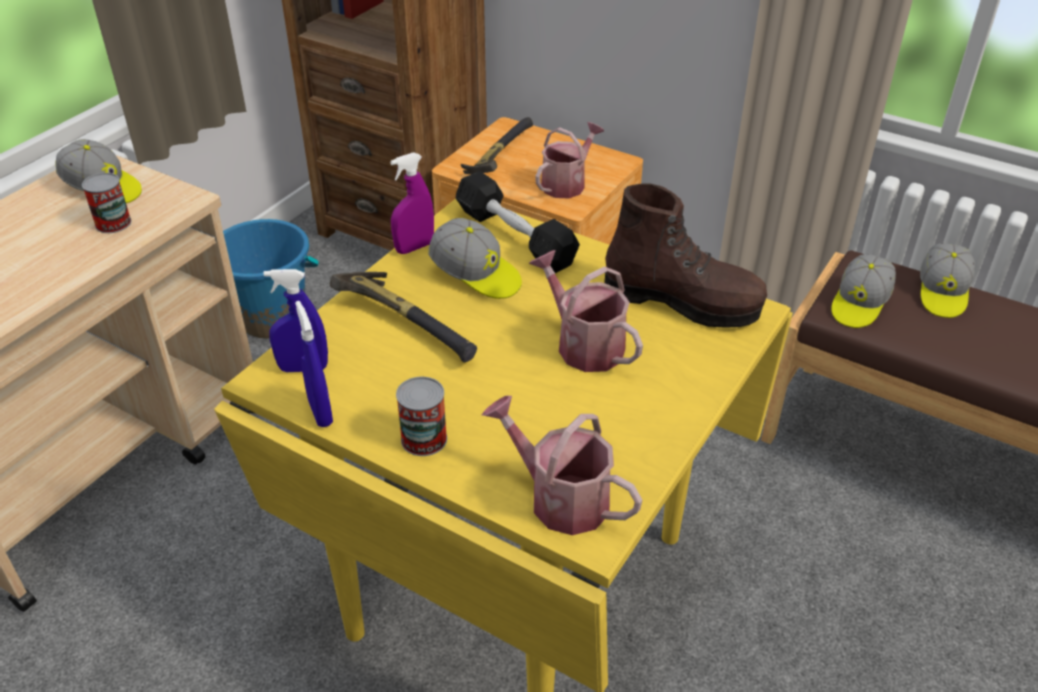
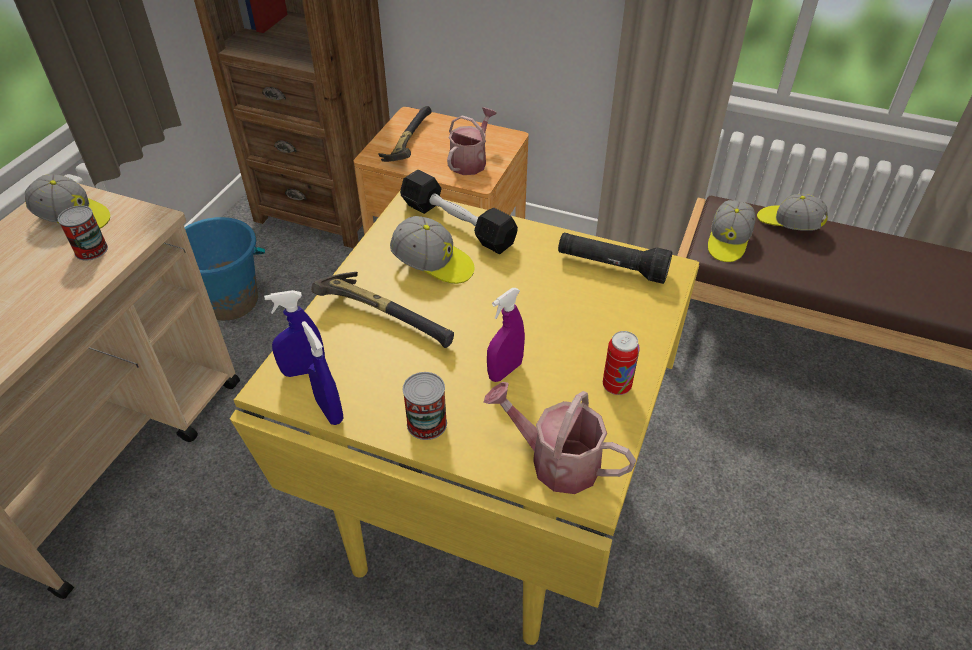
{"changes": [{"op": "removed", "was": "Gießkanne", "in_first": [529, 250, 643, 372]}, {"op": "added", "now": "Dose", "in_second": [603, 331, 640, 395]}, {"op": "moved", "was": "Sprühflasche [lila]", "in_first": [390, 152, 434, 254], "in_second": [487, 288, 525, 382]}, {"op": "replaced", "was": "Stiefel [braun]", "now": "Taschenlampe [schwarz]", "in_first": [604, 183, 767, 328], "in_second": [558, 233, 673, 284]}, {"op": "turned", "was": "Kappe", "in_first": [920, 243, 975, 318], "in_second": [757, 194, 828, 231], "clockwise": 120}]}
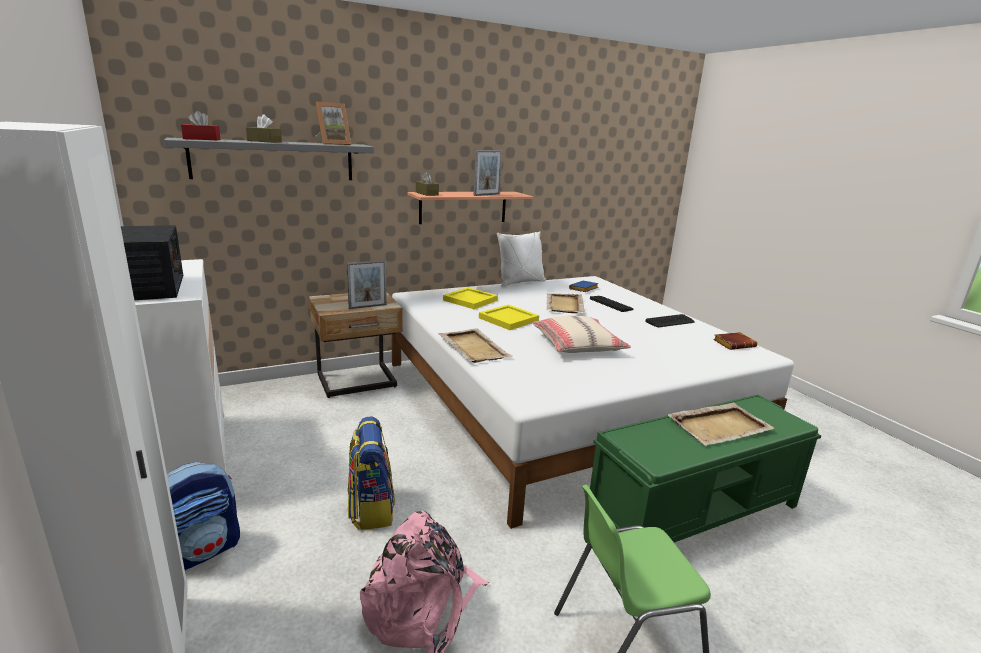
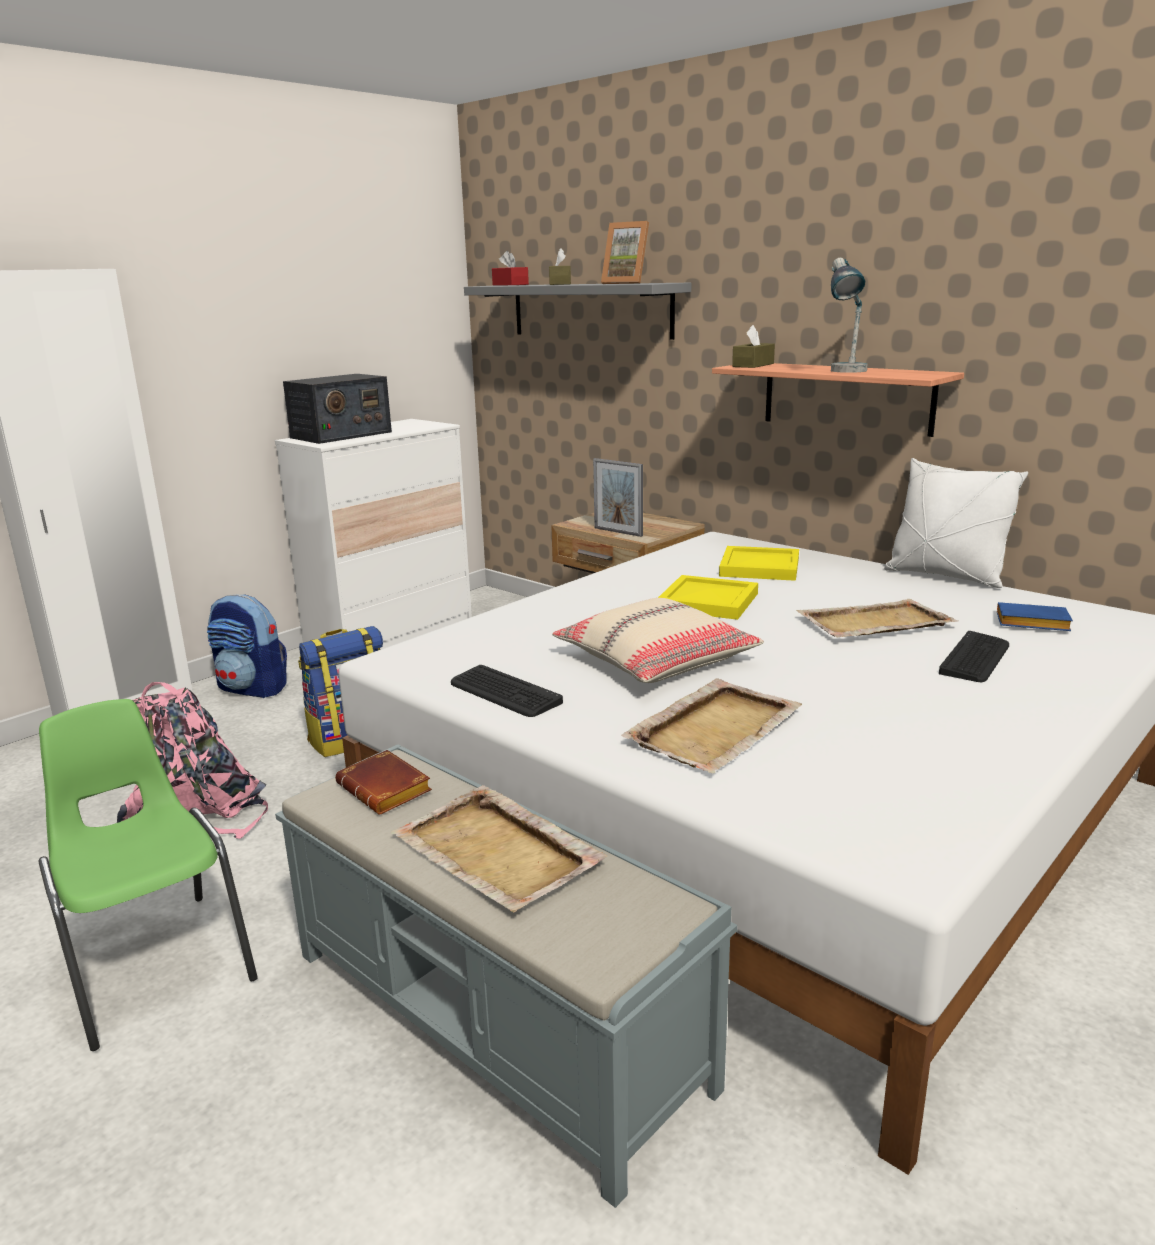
{"changes": [{"op": "moved", "was": "Tablett [beige]", "in_first": [438, 328, 512, 363], "in_second": [621, 679, 803, 773]}, {"op": "moved", "was": "Tastatur", "in_first": [645, 314, 695, 327], "in_second": [451, 665, 563, 717]}, {"op": "moved", "was": "Buch [braun]", "in_first": [713, 332, 757, 350], "in_second": [335, 750, 432, 815]}, {"op": "replaced", "was": "Bilderrahmen", "now": "Tischlampe", "in_first": [474, 150, 502, 196], "in_second": [831, 258, 868, 373]}, {"op": "recoloured", "was": "Bank [grün]", "now": "Bank [grau]", "in_first": [590, 394, 822, 543], "in_second": [275, 744, 737, 1208]}]}
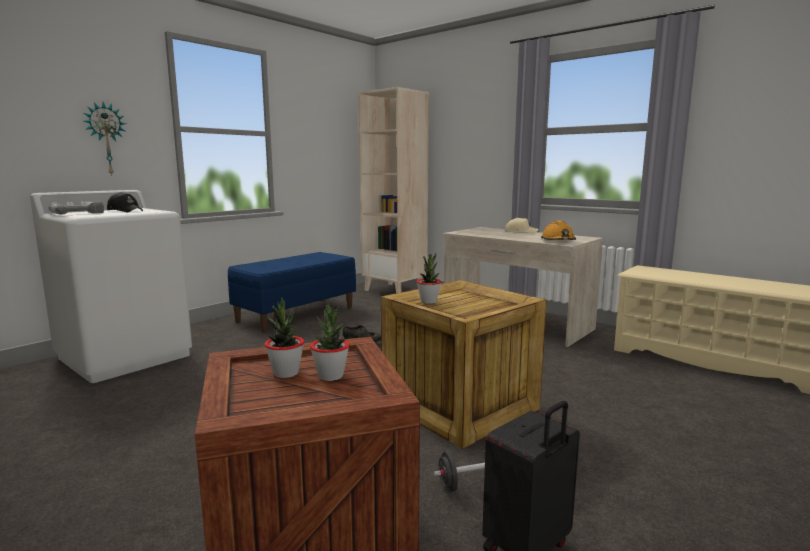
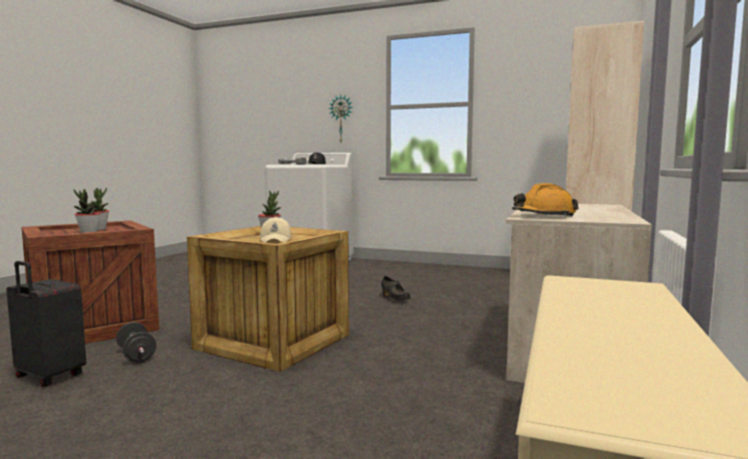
{"changes": [{"op": "removed", "was": "Bank [blau]", "in_first": [228, 252, 356, 332]}, {"op": "moved", "was": "Kappe [beige]", "in_first": [504, 218, 539, 233], "in_second": [260, 217, 292, 243]}]}
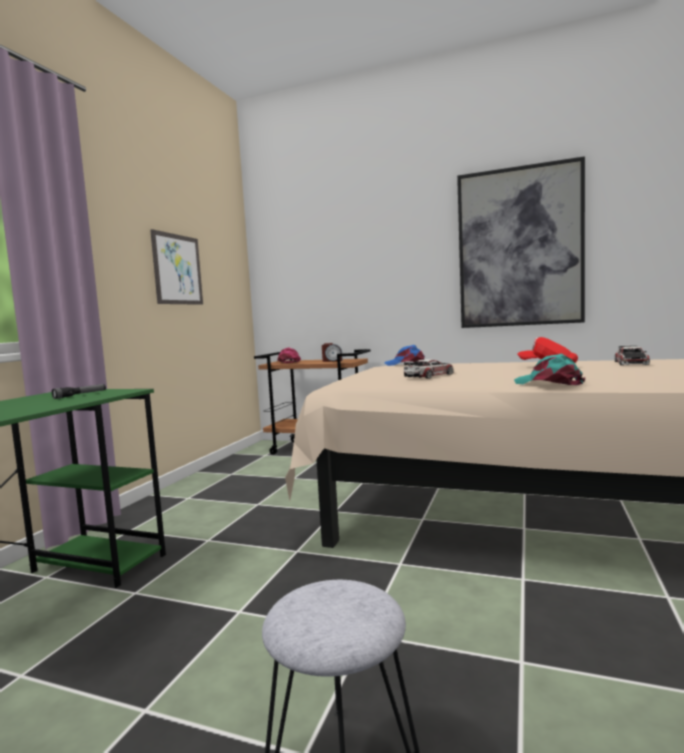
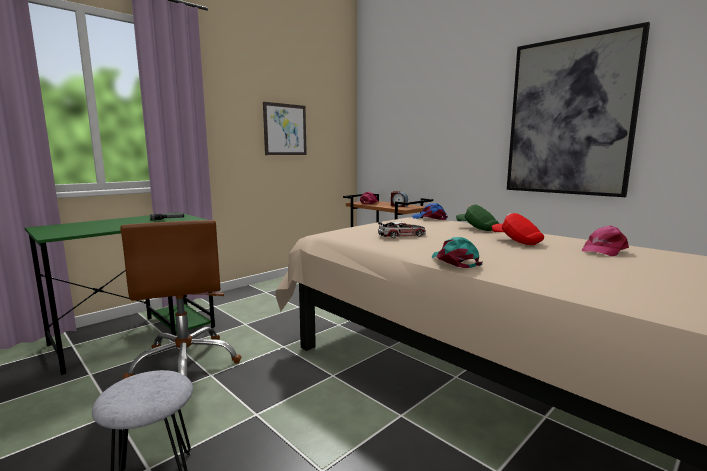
{"changes": [{"op": "added", "now": "Bürostuhl [braun]", "in_second": [120, 220, 241, 379]}, {"op": "added", "now": "Kappe [grün]", "in_second": [456, 205, 499, 231]}, {"op": "replaced", "was": "Spielzeugauto", "now": "Kappe [rosa]", "in_first": [615, 346, 650, 365], "in_second": [582, 225, 629, 257]}]}
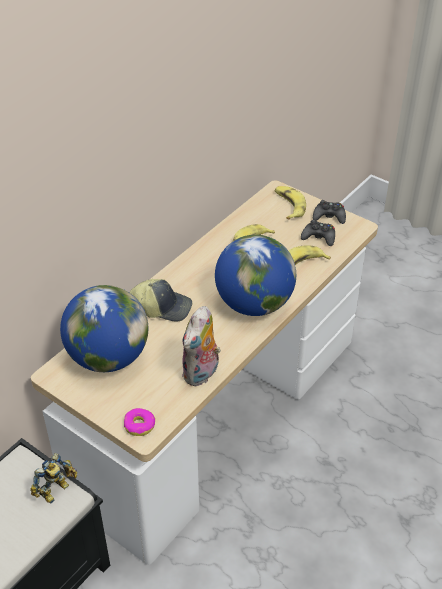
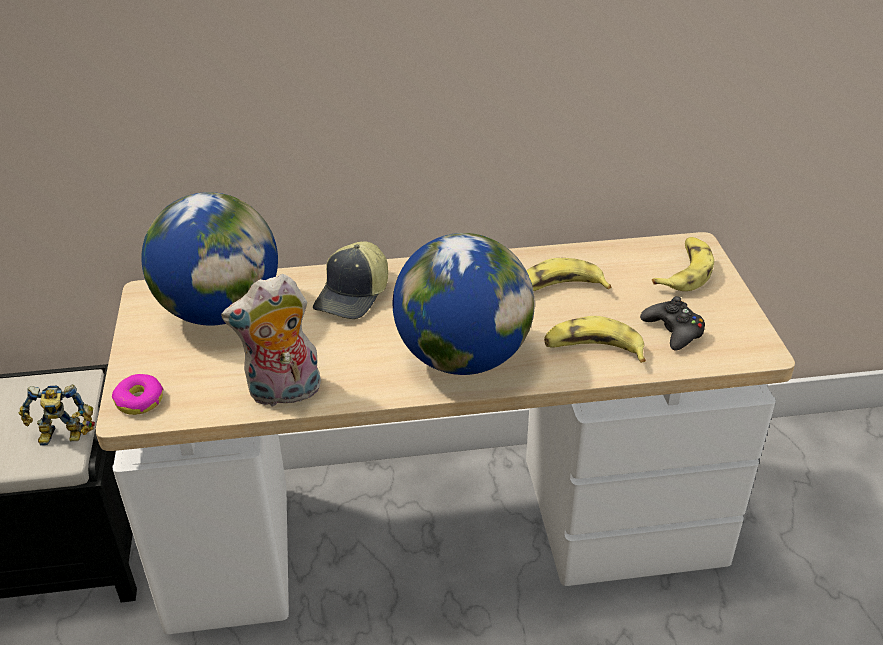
{"changes": [{"op": "removed", "was": "Gamepad [schwarz]", "in_first": [313, 200, 346, 224]}, {"op": "turned", "was": "Kappe", "in_first": [130, 279, 192, 322], "in_second": [313, 241, 388, 319], "clockwise": 60}]}
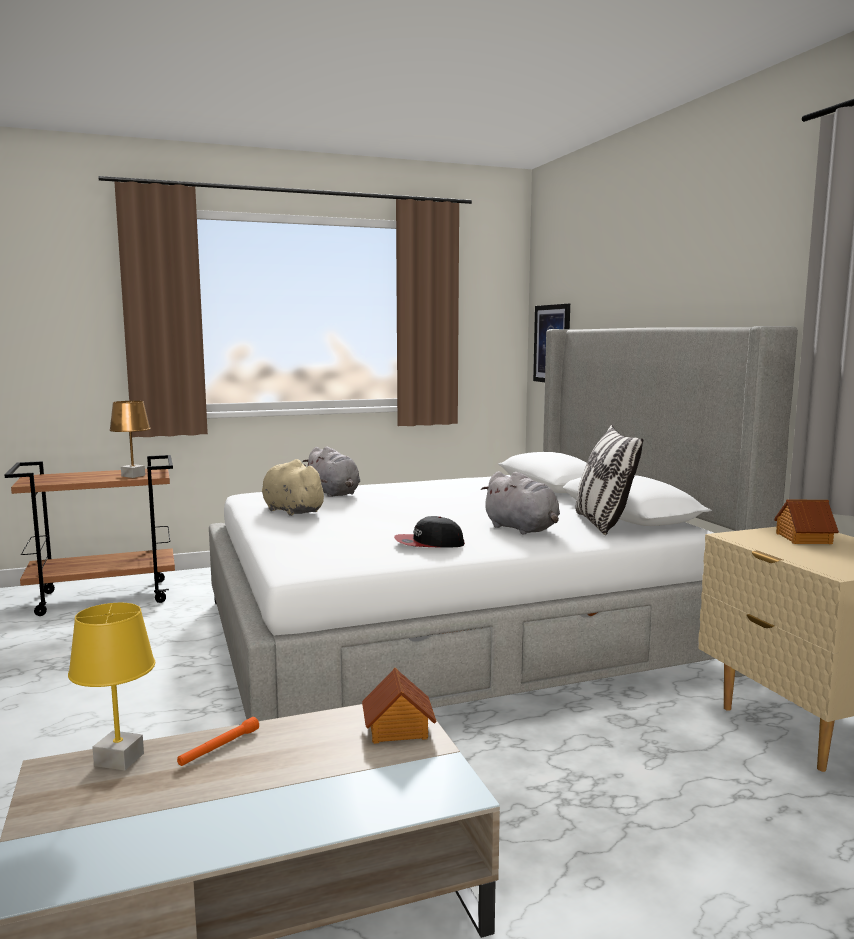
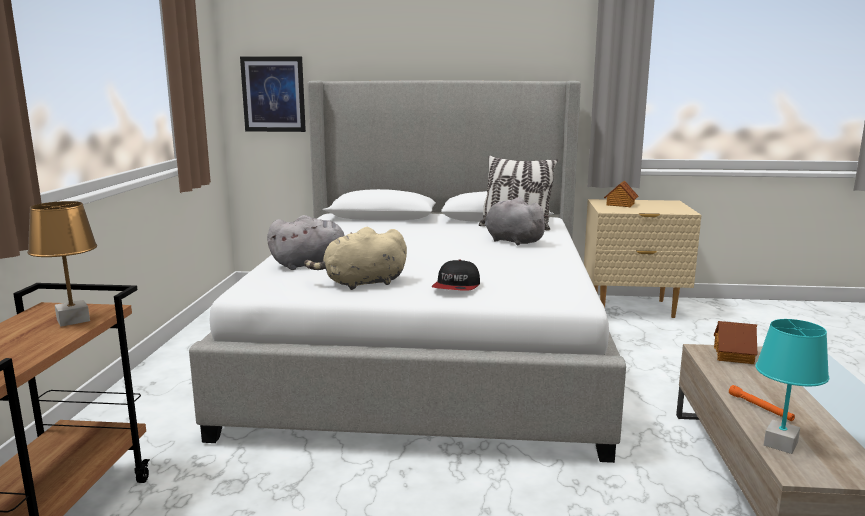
{"changes": [{"op": "moved", "was": "Kappe", "in_first": [394, 516, 465, 548], "in_second": [432, 260, 480, 291]}, {"op": "recoloured", "was": "Tischlampe [gelb]", "now": "Tischlampe [türkis]", "in_first": [68, 603, 155, 771], "in_second": [755, 319, 829, 454]}, {"op": "turned", "was": "Plüschtier [grau]", "in_first": [481, 471, 560, 535], "in_second": [485, 197, 549, 245], "clockwise": -120}]}
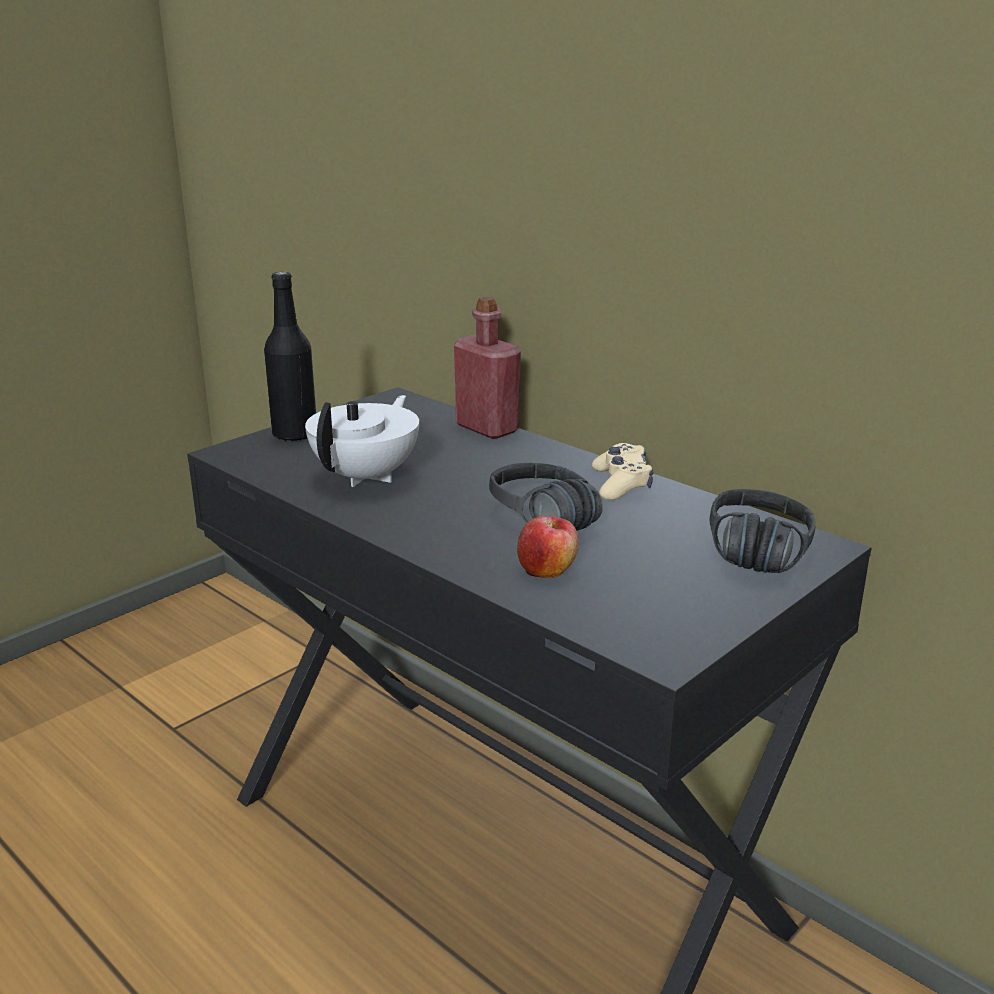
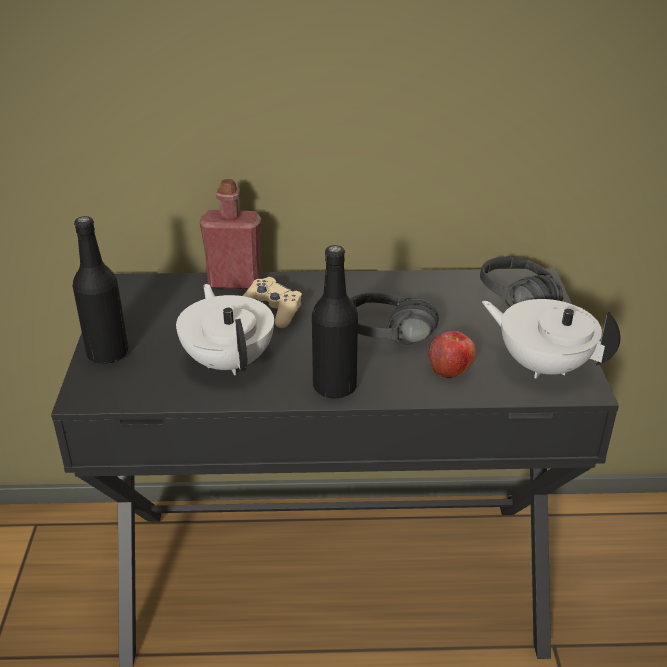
{"changes": [{"op": "added", "now": "Flasche [schwarz]", "in_second": [312, 245, 358, 399]}, {"op": "added", "now": "Teekanne [weiß]", "in_second": [482, 299, 620, 378]}, {"op": "moved", "was": "Gamepad [beige]", "in_first": [592, 443, 654, 500], "in_second": [243, 277, 303, 328]}]}
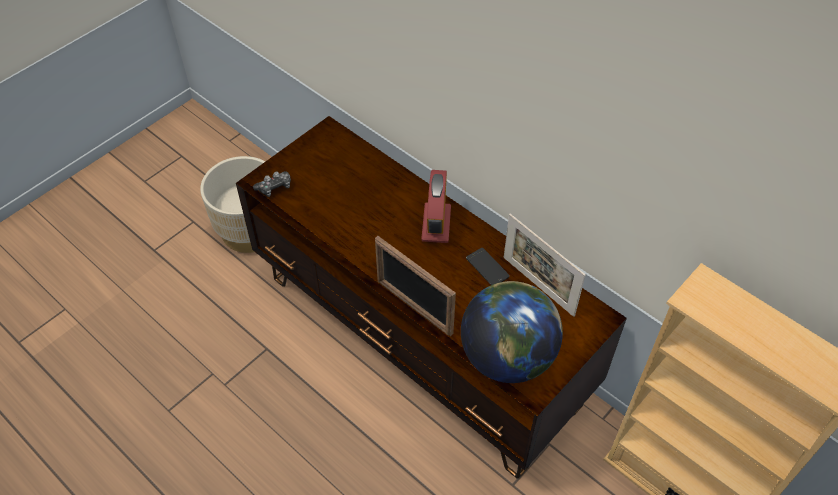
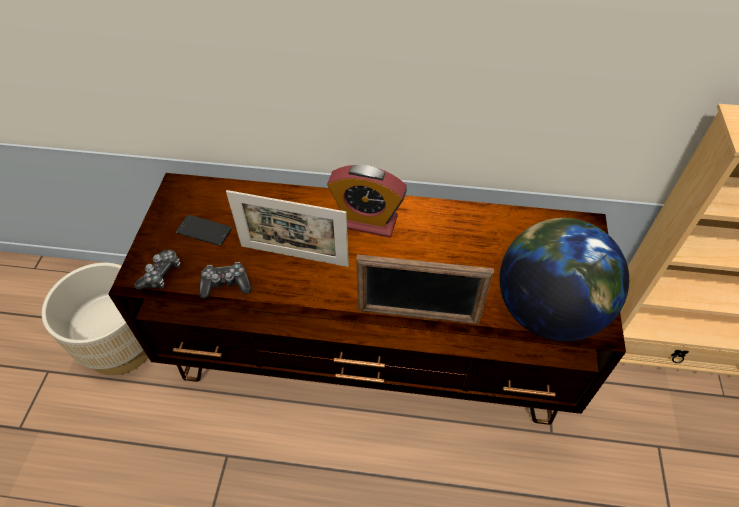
{"changes": [{"op": "added", "now": "Gamepad", "in_second": [199, 262, 252, 299]}, {"op": "moved", "was": "Handy", "in_first": [466, 248, 510, 285], "in_second": [176, 215, 232, 246]}, {"op": "moved", "was": "Bilderrahmen", "in_first": [504, 214, 586, 317], "in_second": [226, 190, 349, 267]}, {"op": "turned", "was": "Wecker", "in_first": [421, 170, 451, 243], "in_second": [327, 165, 407, 238], "clockwise": -45}]}
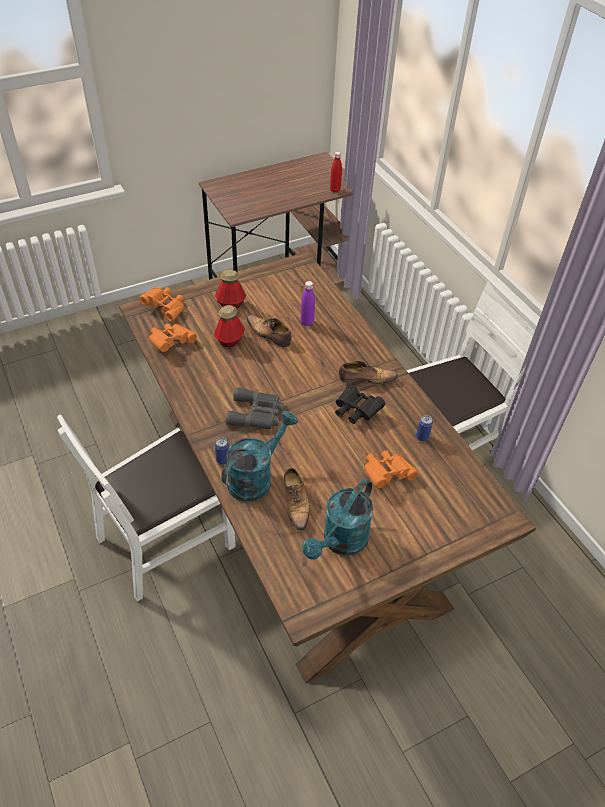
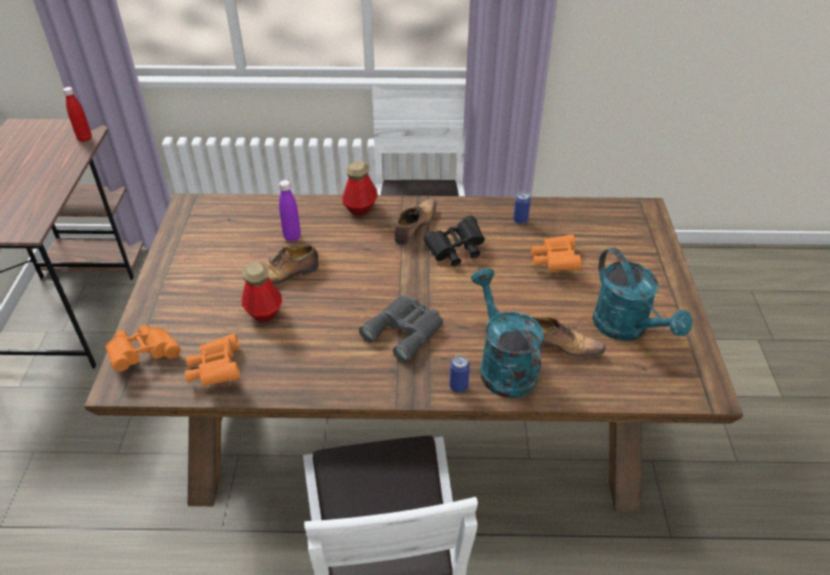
{"changes": [{"op": "moved", "was": "Flasche", "in_first": [215, 270, 246, 308], "in_second": [342, 161, 378, 216]}]}
